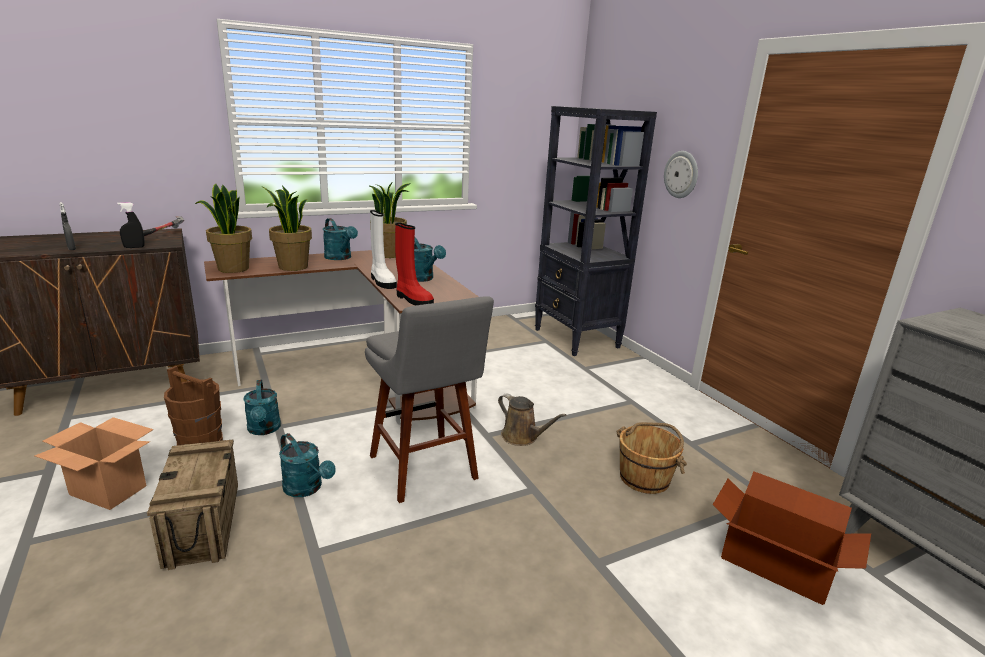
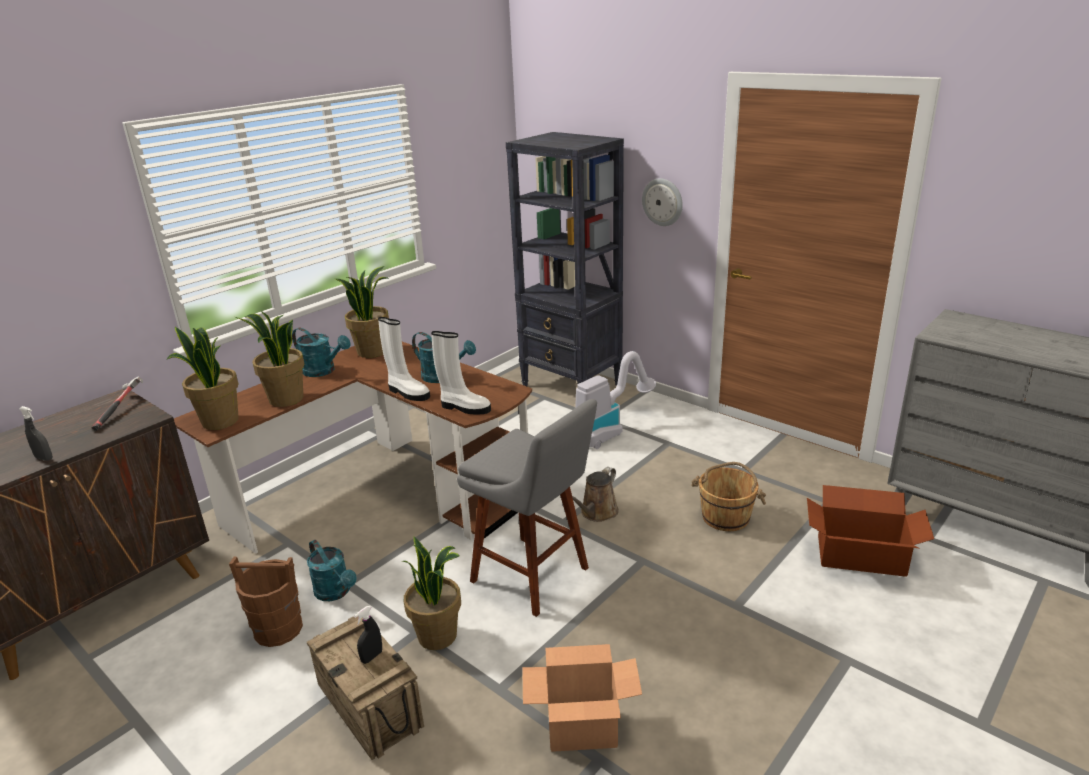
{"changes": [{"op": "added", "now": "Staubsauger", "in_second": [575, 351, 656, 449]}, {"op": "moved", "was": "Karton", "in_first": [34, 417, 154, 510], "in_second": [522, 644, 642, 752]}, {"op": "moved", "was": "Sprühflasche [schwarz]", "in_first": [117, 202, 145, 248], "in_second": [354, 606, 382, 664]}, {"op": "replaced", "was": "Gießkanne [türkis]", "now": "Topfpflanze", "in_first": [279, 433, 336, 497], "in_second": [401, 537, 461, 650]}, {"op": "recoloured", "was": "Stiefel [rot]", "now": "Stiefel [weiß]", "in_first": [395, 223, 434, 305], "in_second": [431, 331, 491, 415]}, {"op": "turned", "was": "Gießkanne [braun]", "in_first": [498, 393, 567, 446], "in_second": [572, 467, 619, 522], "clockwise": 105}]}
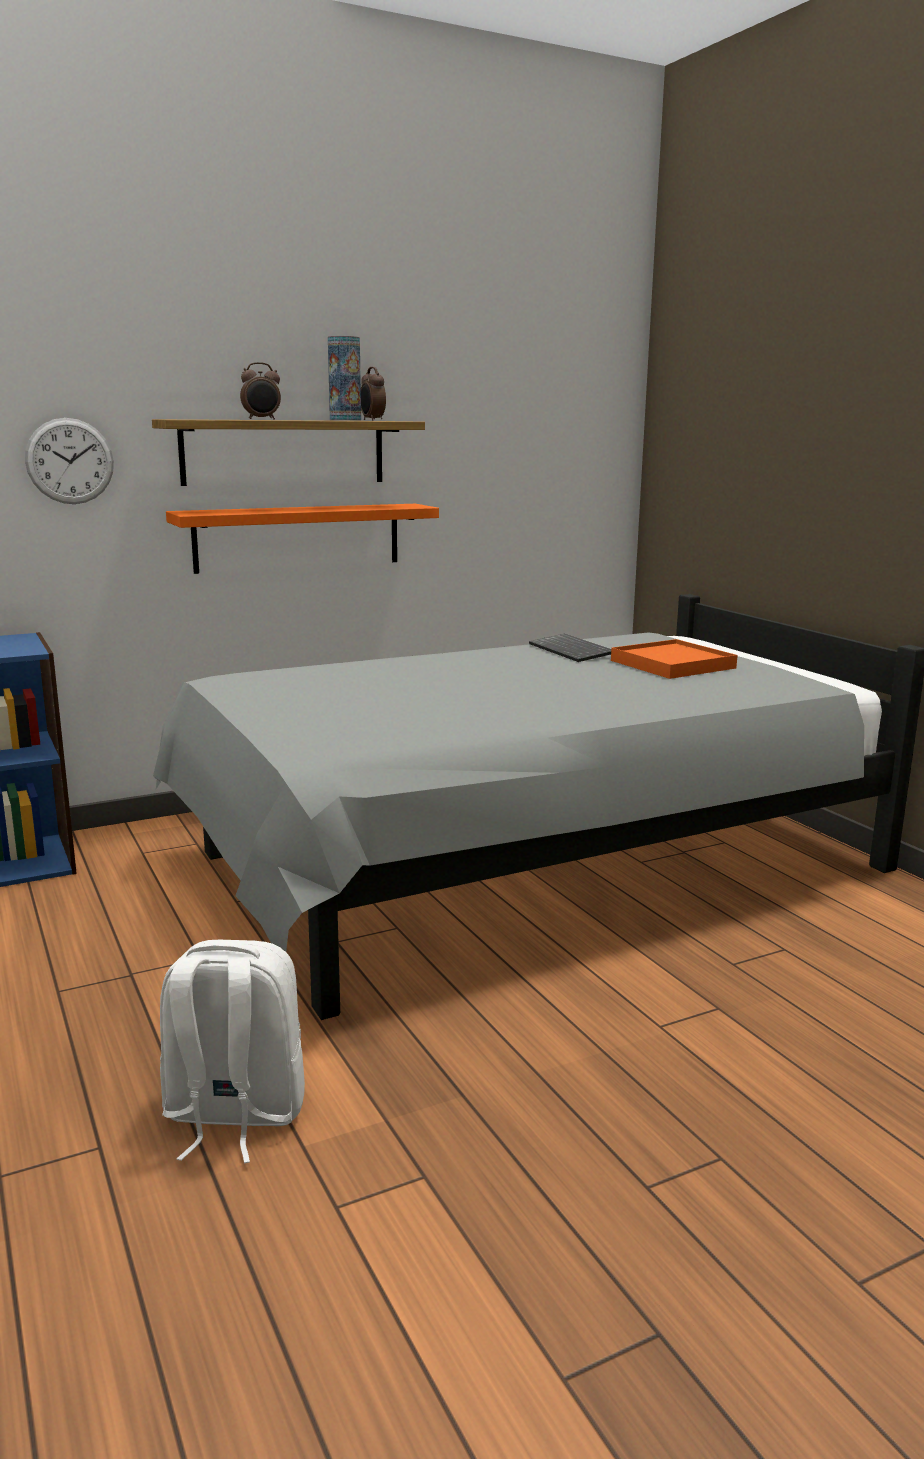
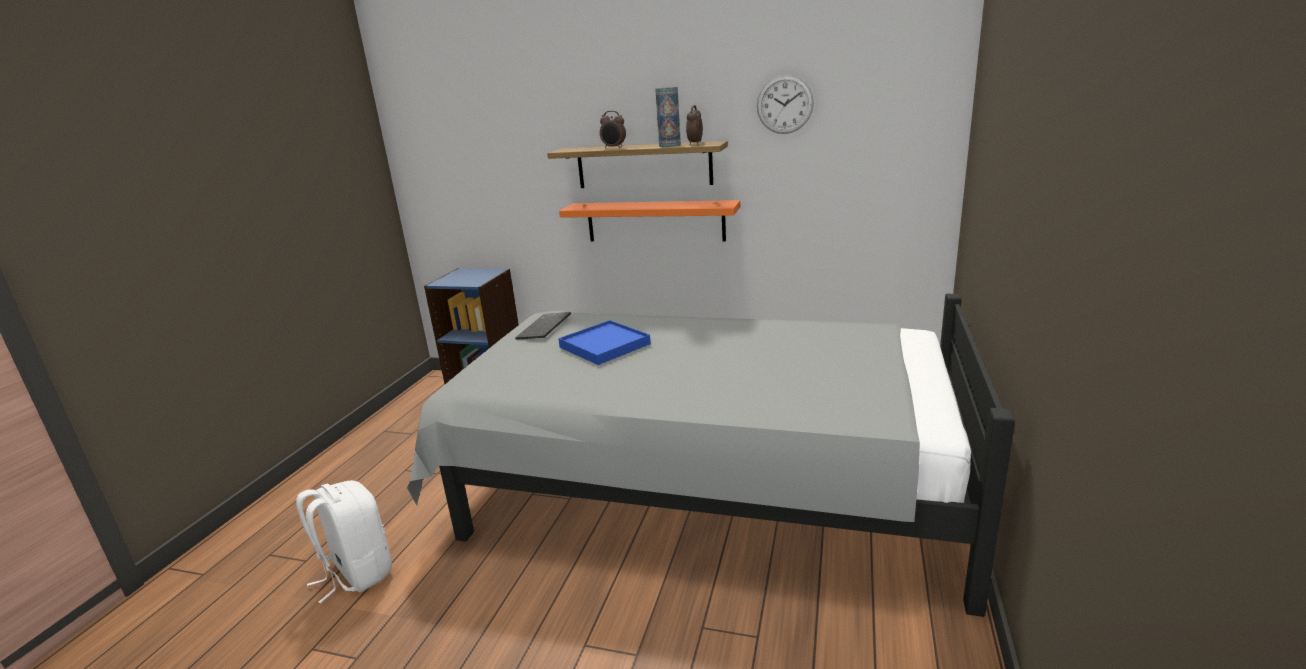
{"changes": [{"op": "removed", "was": "Tablett [orange]", "in_first": [611, 639, 738, 679]}, {"op": "added", "now": "Tablett [blau]", "in_second": [558, 320, 651, 365]}, {"op": "moved", "was": "Wanduhr", "in_first": [25, 418, 114, 504], "in_second": [757, 75, 814, 134]}, {"op": "moved", "was": "Tastatur", "in_first": [529, 634, 611, 662], "in_second": [515, 312, 571, 340]}]}
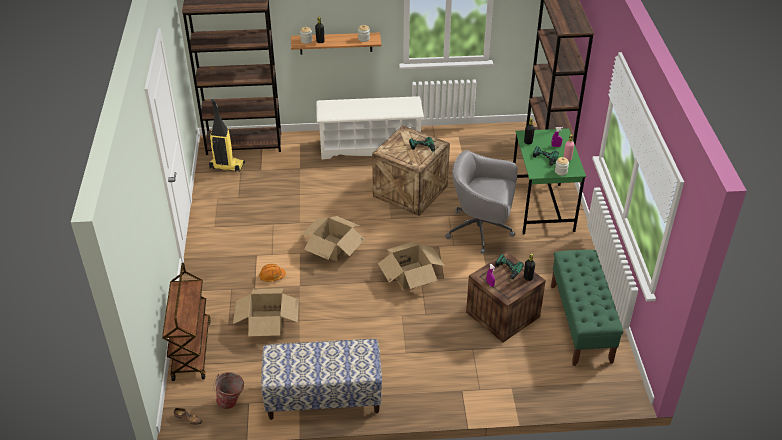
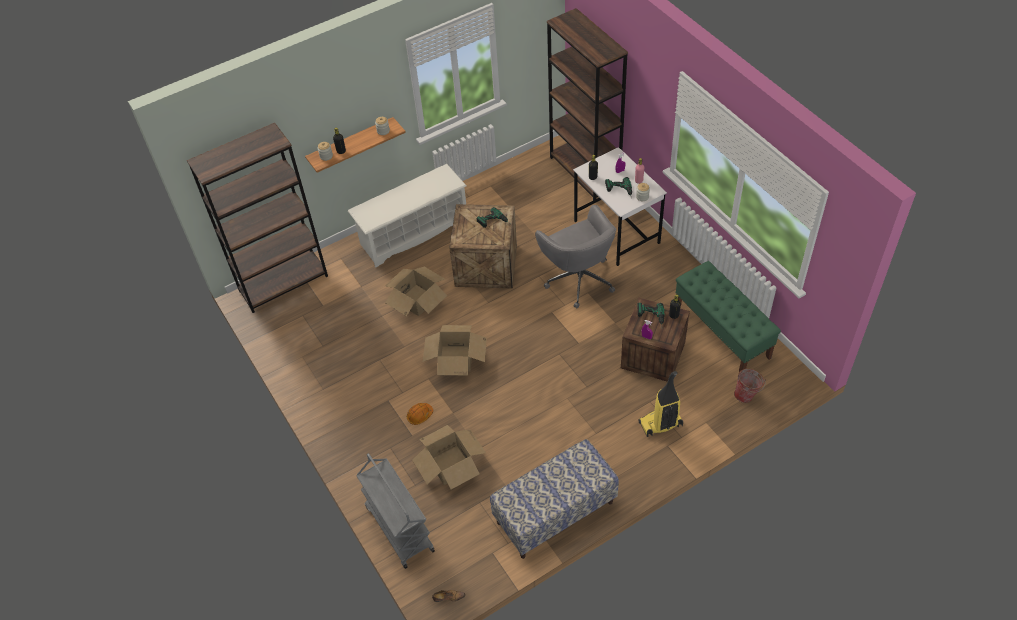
{"changes": [{"op": "moved", "was": "Staubsauger", "in_first": [209, 99, 245, 172], "in_second": [638, 371, 683, 437]}, {"op": "moved", "was": "Eimer", "in_first": [213, 372, 244, 409], "in_second": [734, 369, 766, 403]}, {"op": "moved", "was": "Karton", "in_first": [378, 242, 445, 289], "in_second": [384, 266, 447, 316]}, {"op": "recoloured", "was": "Rollwagen [braun]", "now": "Rollwagen [grau]", "in_first": [162, 263, 211, 381], "in_second": [356, 453, 435, 569]}, {"op": "recoloured", "was": "Schreibtisch [grün]", "now": "Schreibtisch [weiß]", "in_first": [513, 129, 586, 234], "in_second": [573, 147, 667, 266]}, {"op": "turned", "was": "Bürostuhl [grau]", "in_first": [445, 150, 518, 254], "in_second": [535, 205, 616, 309], "clockwise": -105}]}
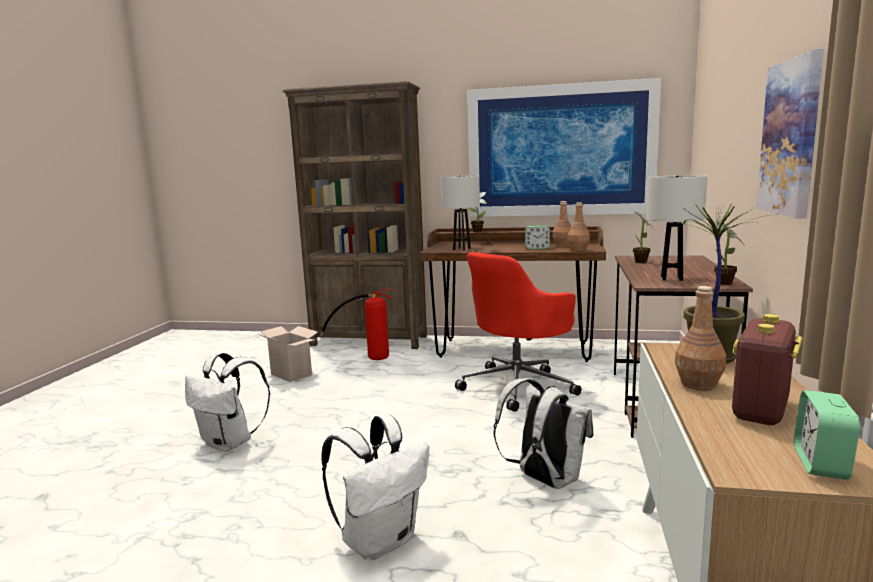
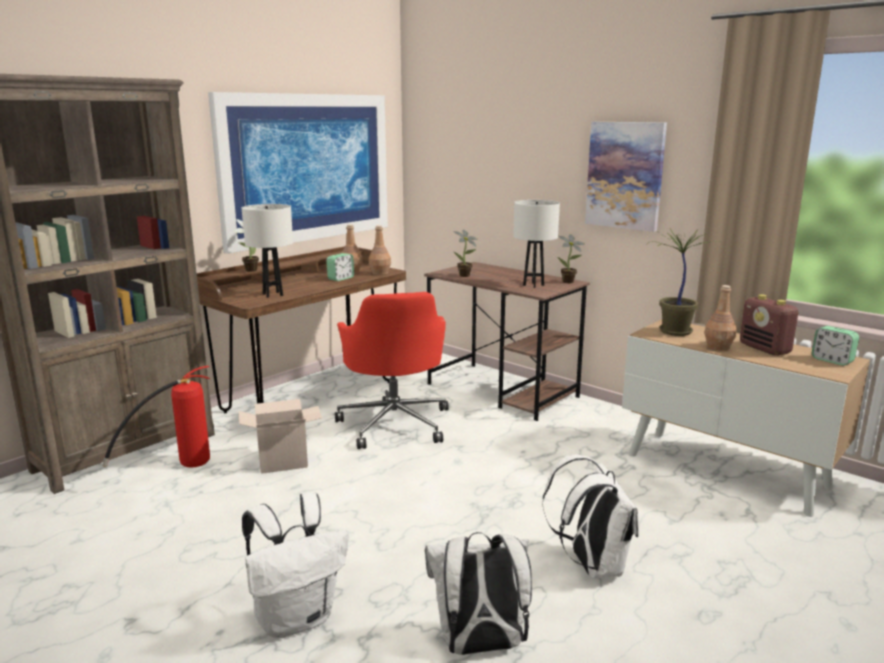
{"changes": [{"op": "moved", "was": "Karton", "in_first": [258, 326, 318, 382], "in_second": [239, 399, 322, 474]}, {"op": "moved", "was": "Rucksack [weiß]", "in_first": [494, 378, 594, 489], "in_second": [425, 532, 532, 655]}]}
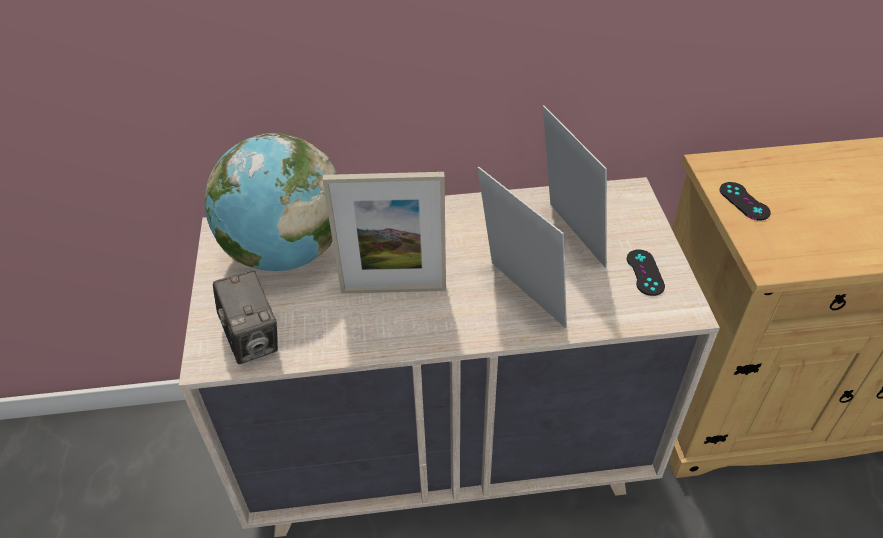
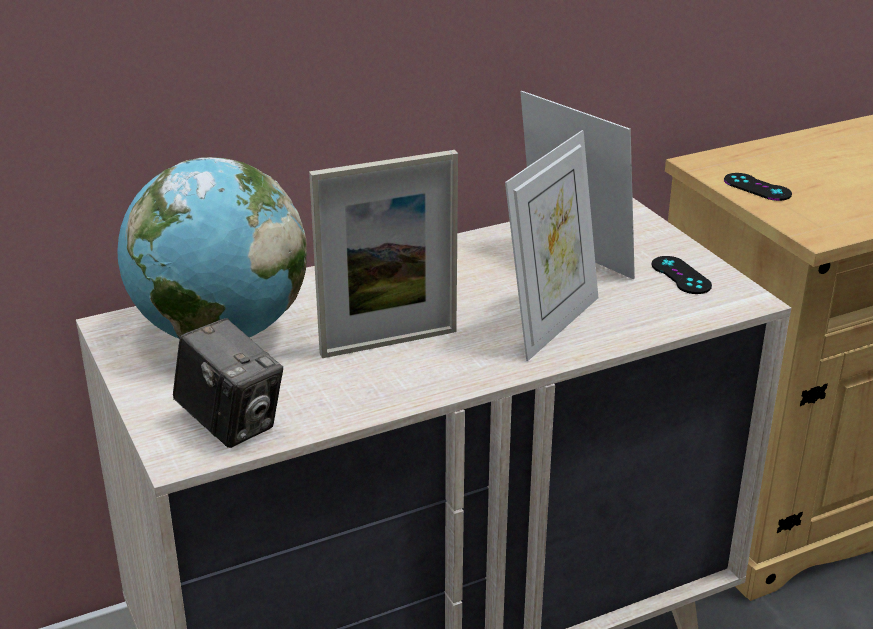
{"changes": [{"op": "turned", "was": "Bilderrahmen", "in_first": [477, 166, 567, 328], "in_second": [505, 130, 598, 361], "clockwise": 90}]}
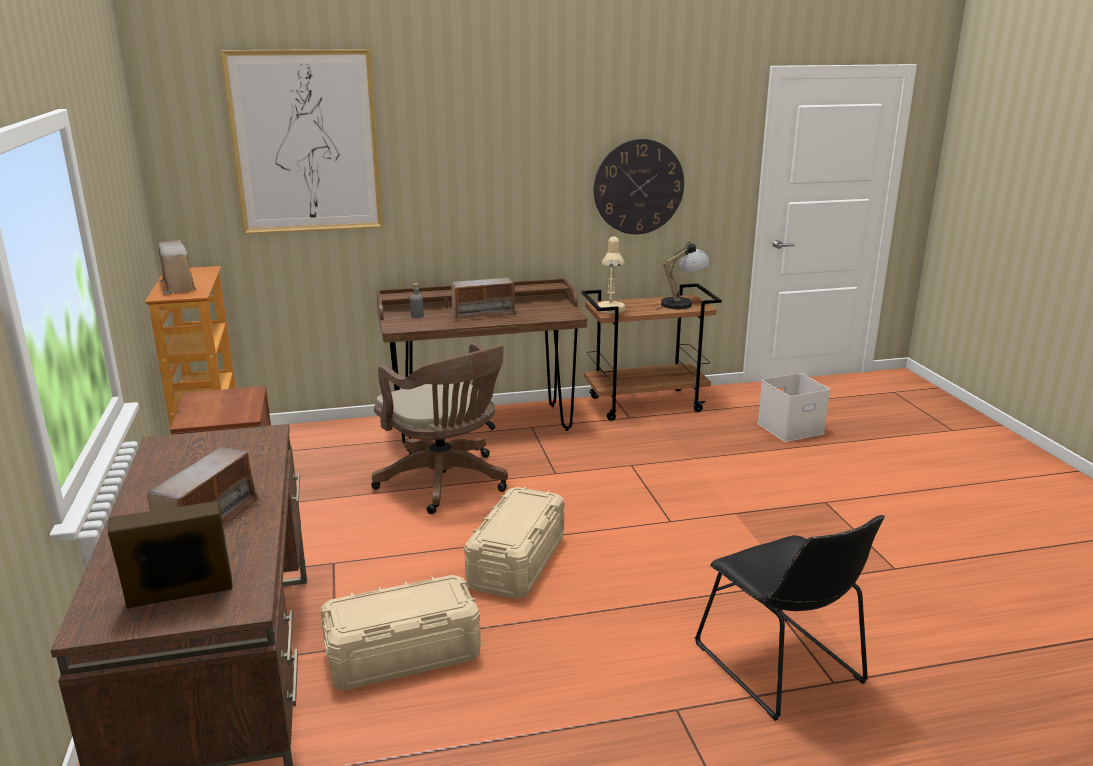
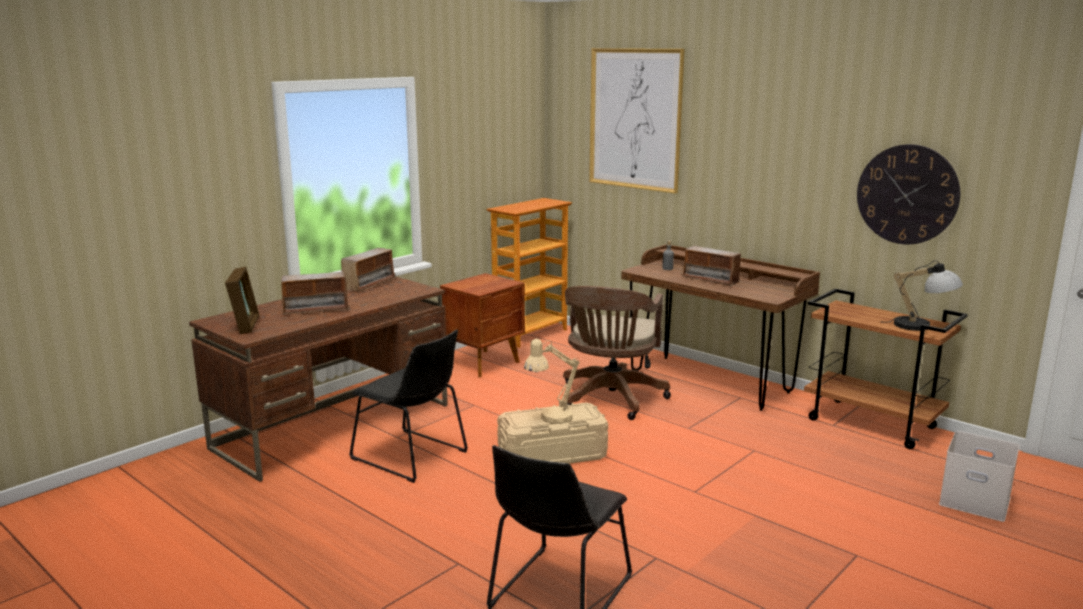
{"changes": [{"op": "moved", "was": "Radio", "in_first": [157, 240, 196, 295], "in_second": [341, 248, 396, 292]}, {"op": "moved", "was": "Tischlampe [beige]", "in_first": [597, 236, 625, 314], "in_second": [524, 339, 580, 424]}, {"op": "replaced", "was": "Aufbewahrungsbox [beige]", "now": "Stuhl [schwarz]", "in_first": [321, 575, 481, 690], "in_second": [349, 329, 468, 483]}, {"op": "turned", "was": "Bilderrahmen", "in_first": [108, 501, 232, 608], "in_second": [225, 267, 260, 334], "clockwise": 45}]}
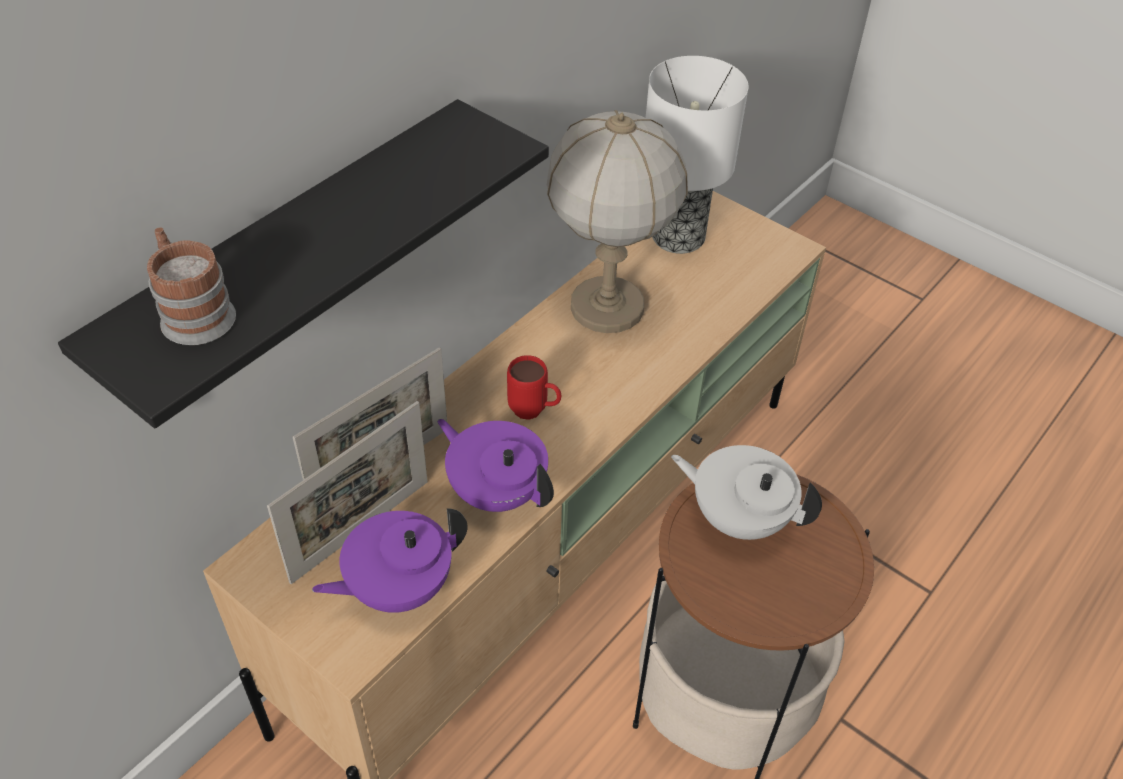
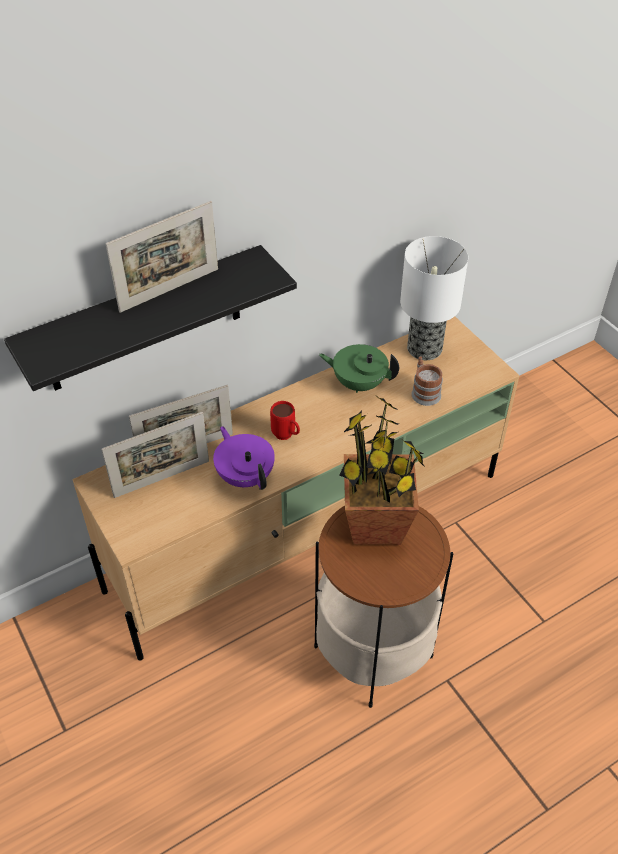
{"changes": [{"op": "removed", "was": "Teekanne [lila]", "in_first": [312, 508, 468, 613]}, {"op": "added", "now": "Bilderrahmen", "in_second": [106, 201, 218, 313]}, {"op": "moved", "was": "Henkelbecher", "in_first": [147, 227, 236, 345], "in_second": [411, 356, 443, 406]}, {"op": "replaced", "was": "Tischlampe", "now": "Teekanne [grün]", "in_first": [547, 110, 688, 333], "in_second": [319, 344, 399, 393]}, {"op": "replaced", "was": "Teekanne [weiß]", "now": "Topfpflanze", "in_first": [671, 445, 822, 540], "in_second": [339, 397, 425, 545]}]}
